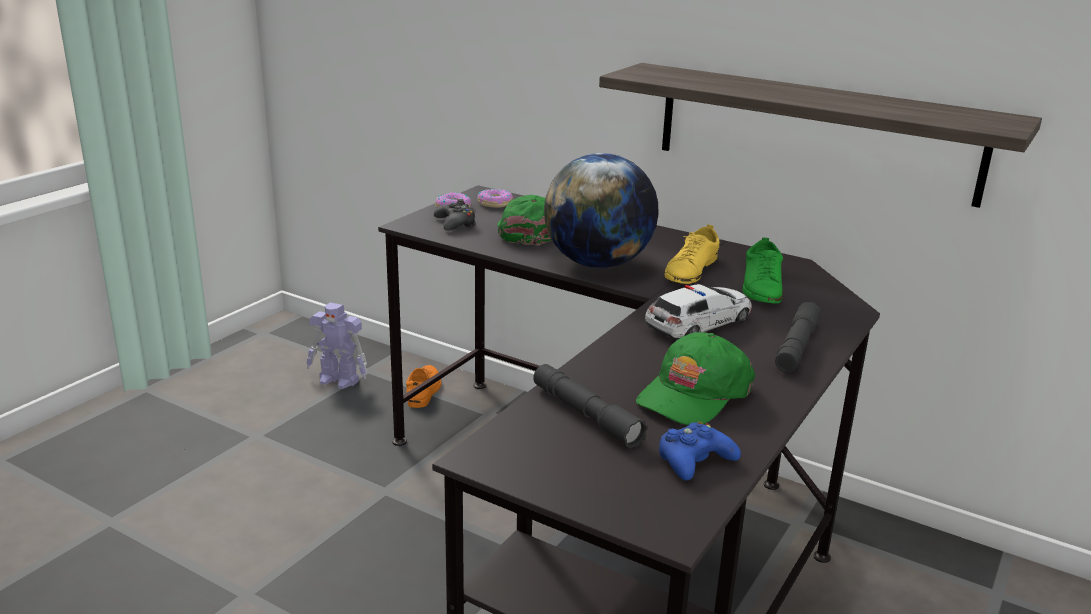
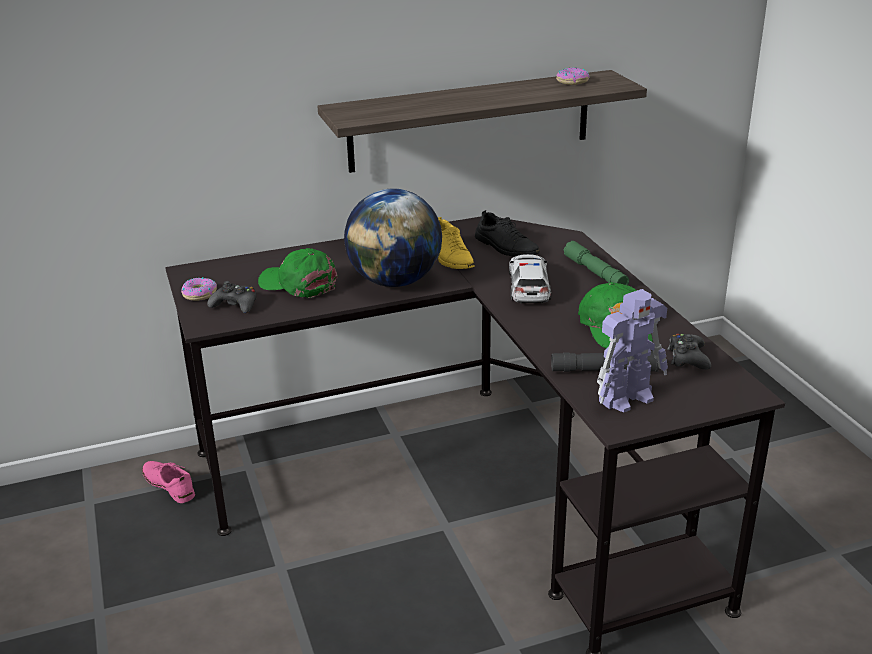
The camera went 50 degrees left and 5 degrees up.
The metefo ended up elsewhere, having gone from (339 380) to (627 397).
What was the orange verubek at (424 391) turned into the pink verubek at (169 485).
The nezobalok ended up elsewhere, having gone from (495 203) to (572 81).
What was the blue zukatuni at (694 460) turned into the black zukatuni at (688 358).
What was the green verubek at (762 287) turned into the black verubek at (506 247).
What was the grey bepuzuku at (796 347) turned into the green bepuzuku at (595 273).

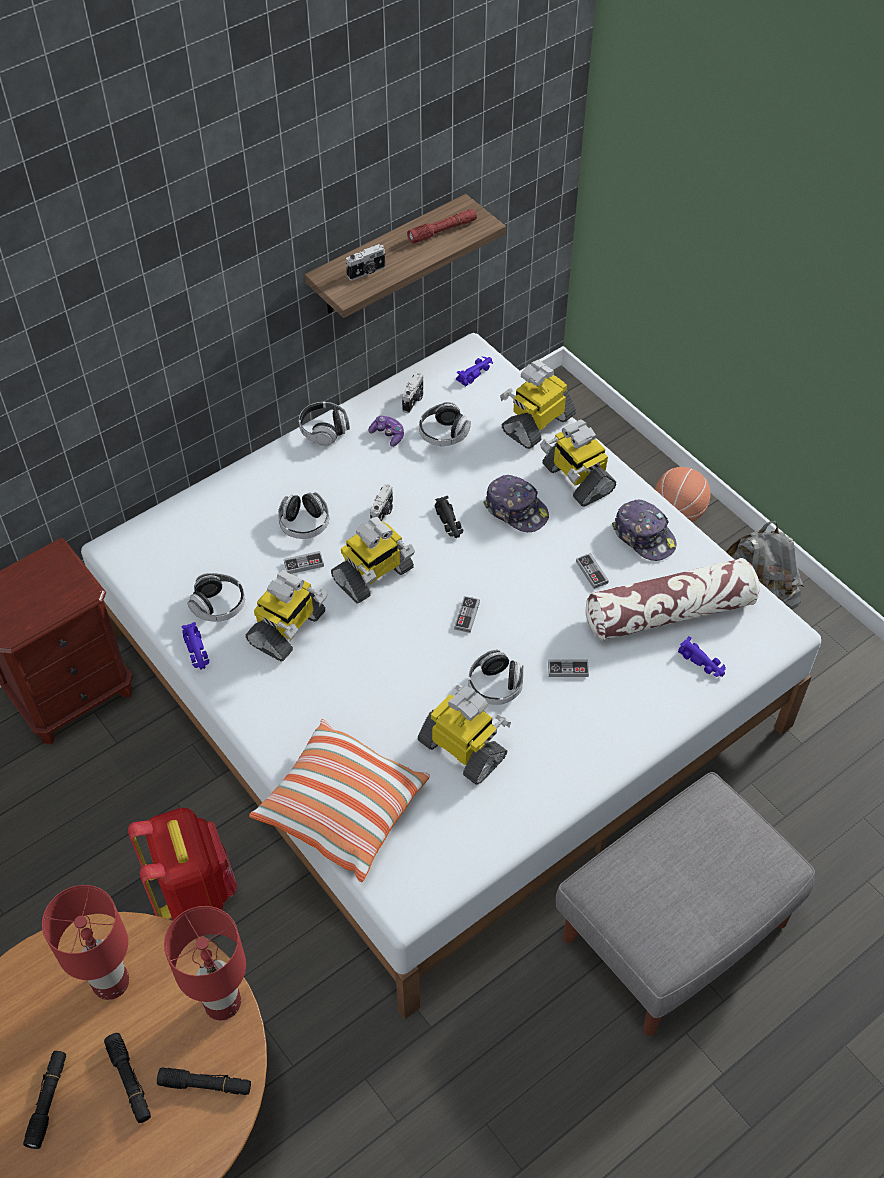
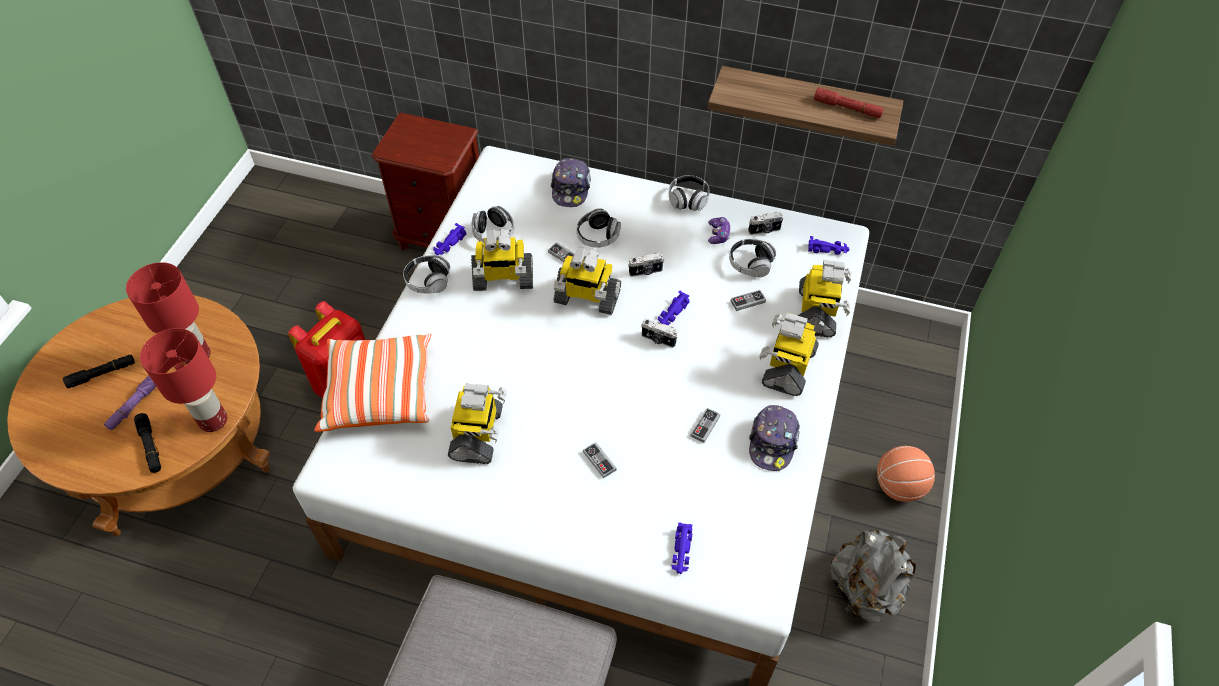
The camera went 55 degrees right and 0 degrees up.
What was the black bepuzuku at (129 1080) turned into the purple bepuzuku at (134 405).
The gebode ended up elsewhere, having gone from (367 272) to (658 340).
What was the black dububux at (449 522) turned into the purple dububux at (672 313).
The zukatuni ended up elsewhere, having gone from (467 615) to (747 301).
The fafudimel ended up elsewhere, having gone from (495 686) to (428 281).
The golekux ended up elsewhere, having gone from (516 510) to (571 188).
The metefo at (537 423) ended up facing another way, 90 degrees clockwise from before.
The second view lost the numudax at (670 612).

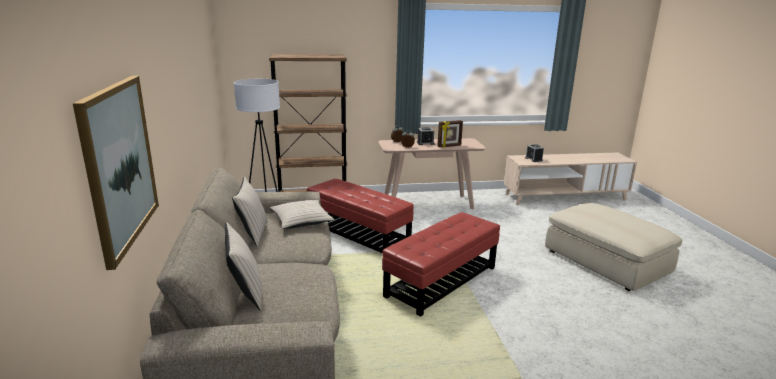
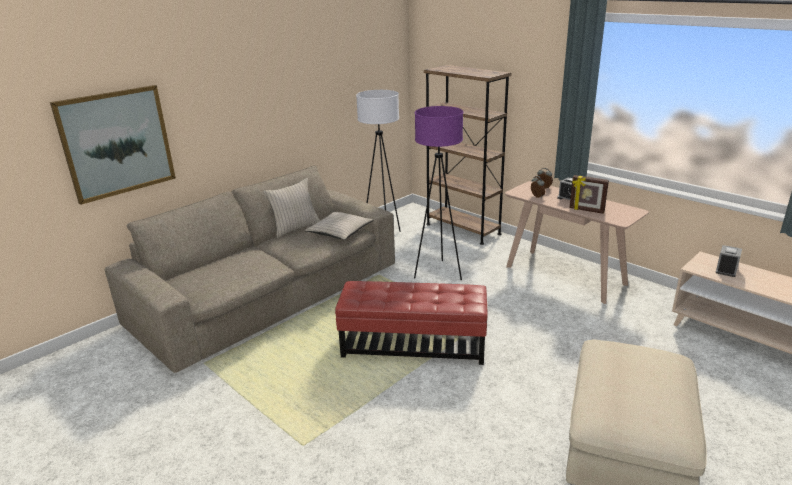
The camera went 55 degrees right and 5 degrees up.
The second view lost the beige numudax at (245 293).
Where the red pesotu stood at (358 234), the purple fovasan came to stand at (438 272).

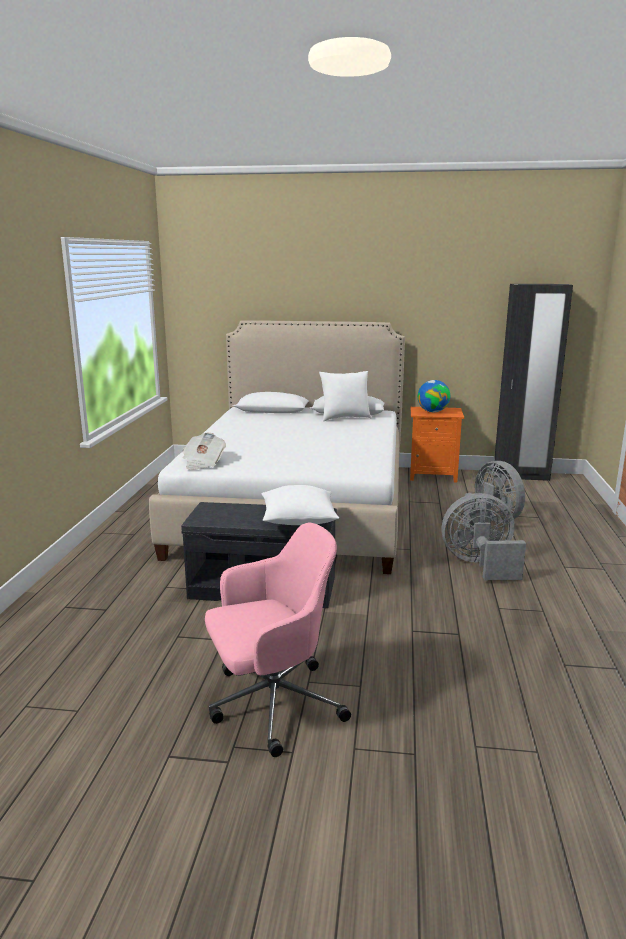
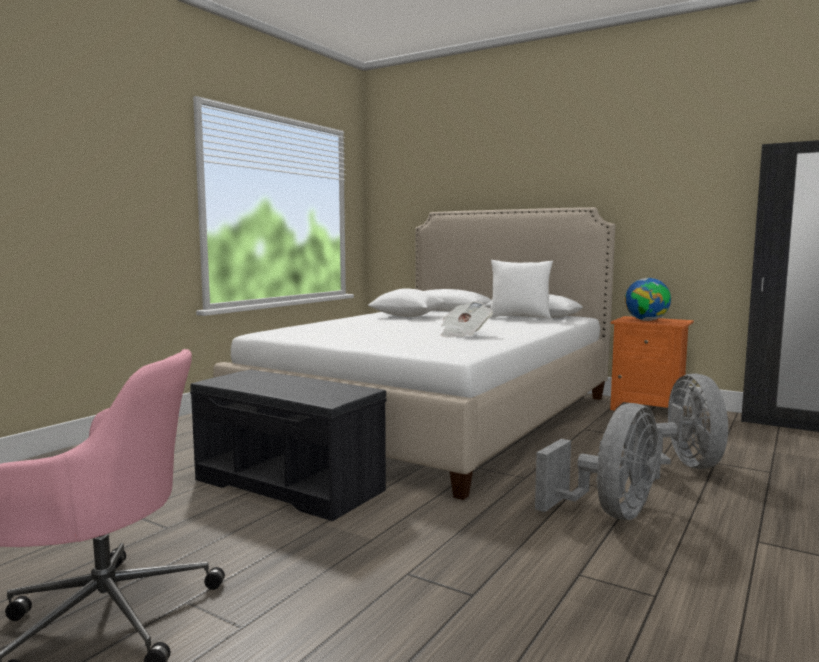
The camera went 25 degrees right and 10 degrees down.
The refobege ended up elsewhere, having gone from (203 463) to (463 334).
The white numudax ended up elsewhere, having gone from (298 520) to (407 316).
The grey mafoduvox at (480 565) ended up facing another way, 105 degrees clockwise from before.

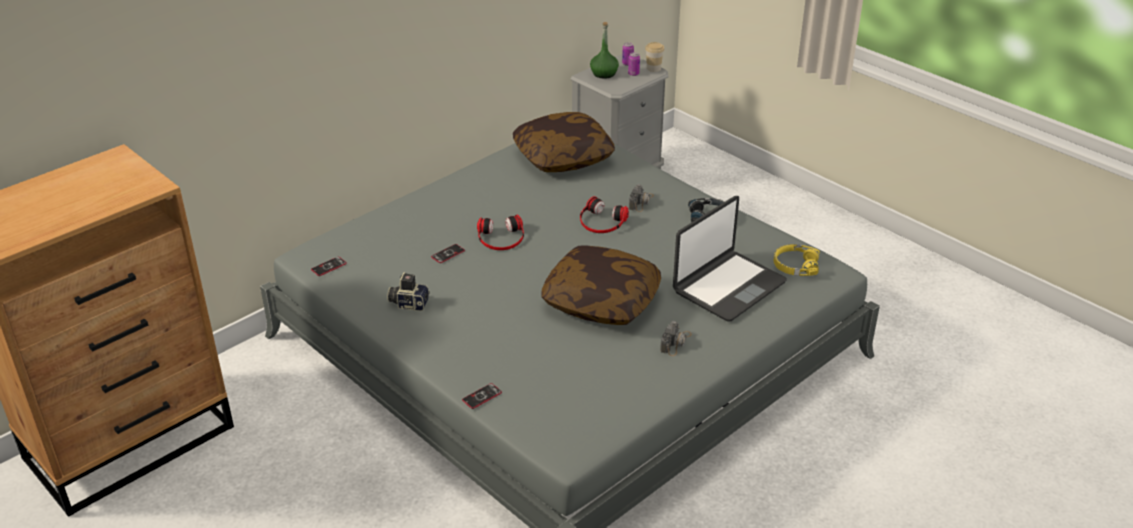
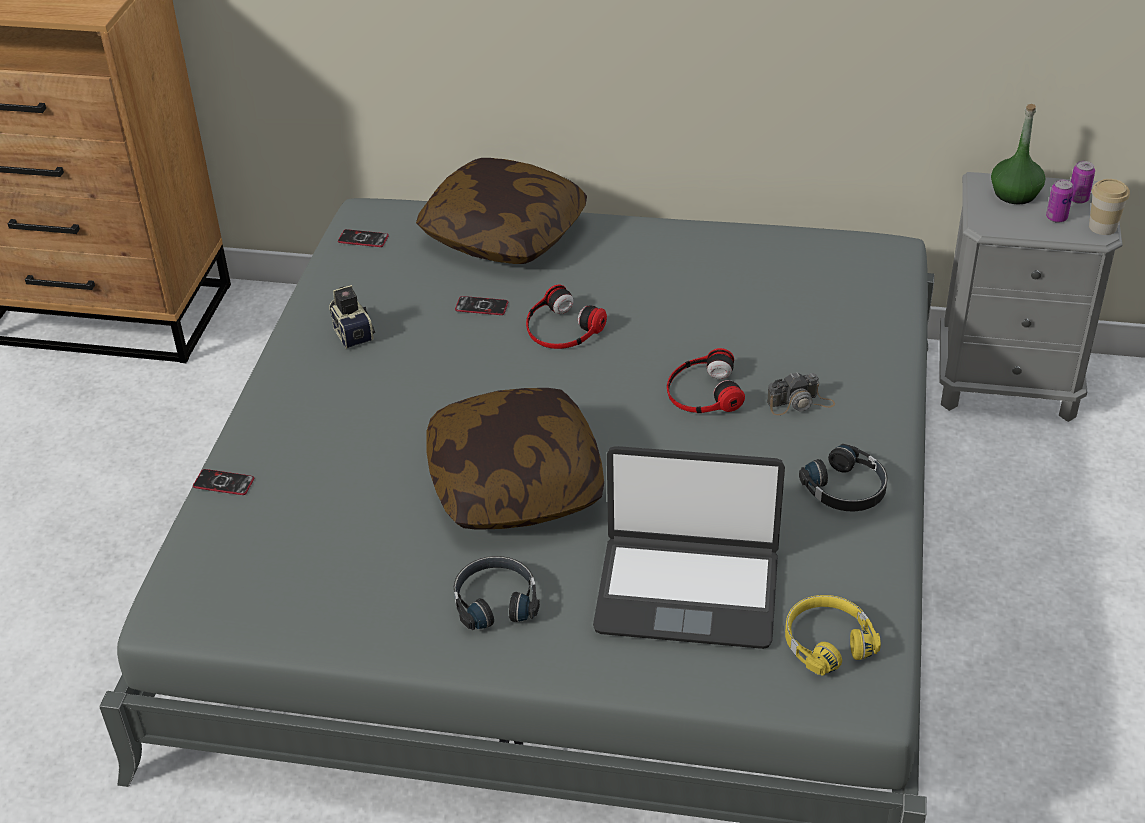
The camera went 55 degrees right and 5 degrees up.
The numudax ended up elsewhere, having gone from (563 157) to (504 234).
Where the gebode stood at (675 342), the black fafudimel came to stand at (495 600).

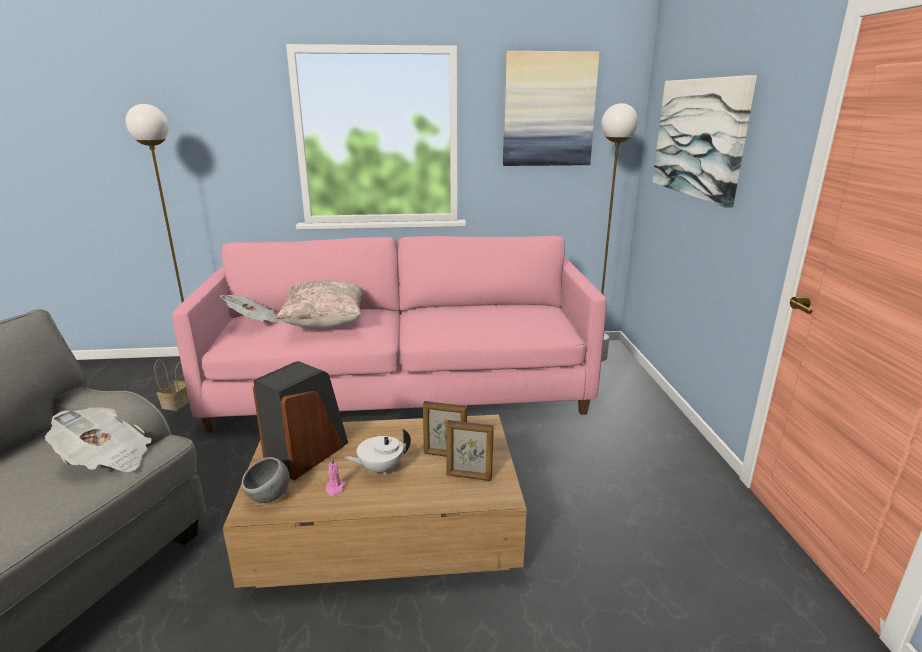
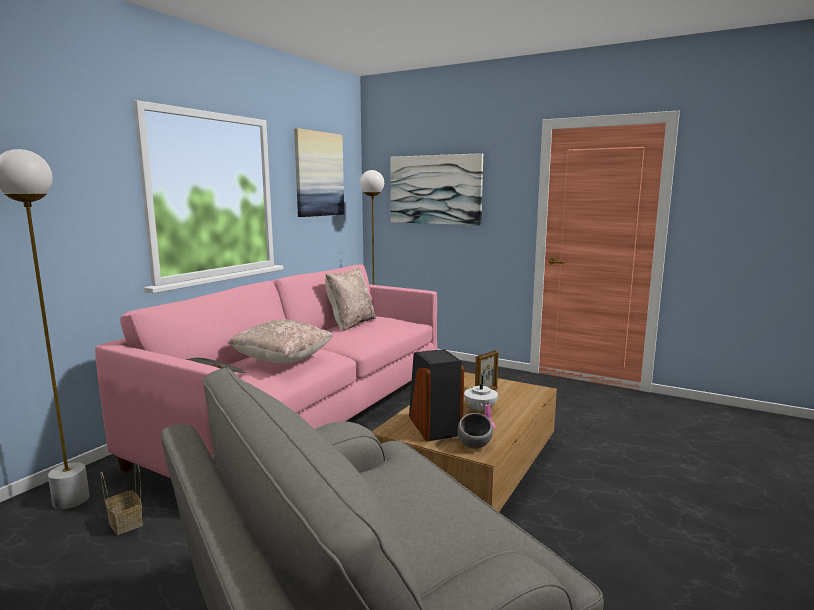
The camera went 55 degrees left and 10 degrees down.
The second view lost the refobege at (107 458).
The second view lost the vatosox at (469 477).
The second view gained the beige numudax at (350 324).

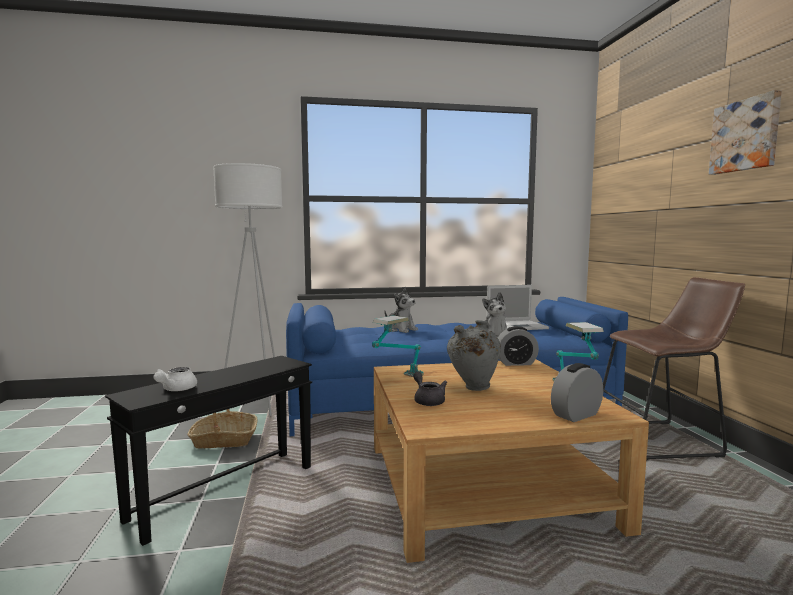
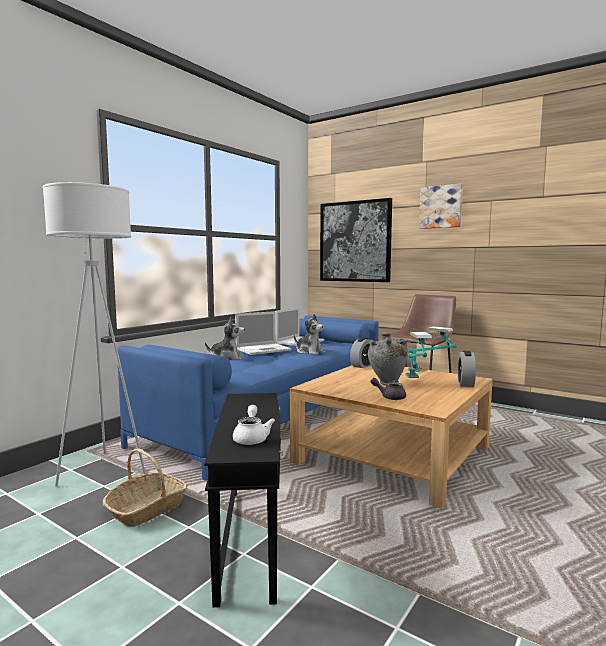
The camera went 45 degrees left and 0 degrees up.
The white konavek at (175 390) ended up facing another way, 150 degrees counterclockwise from before.
The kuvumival ended up elsewhere, having gone from (398 379) to (416 381).
The second view gained the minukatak at (264 349).
The second view gained the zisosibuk at (355 241).

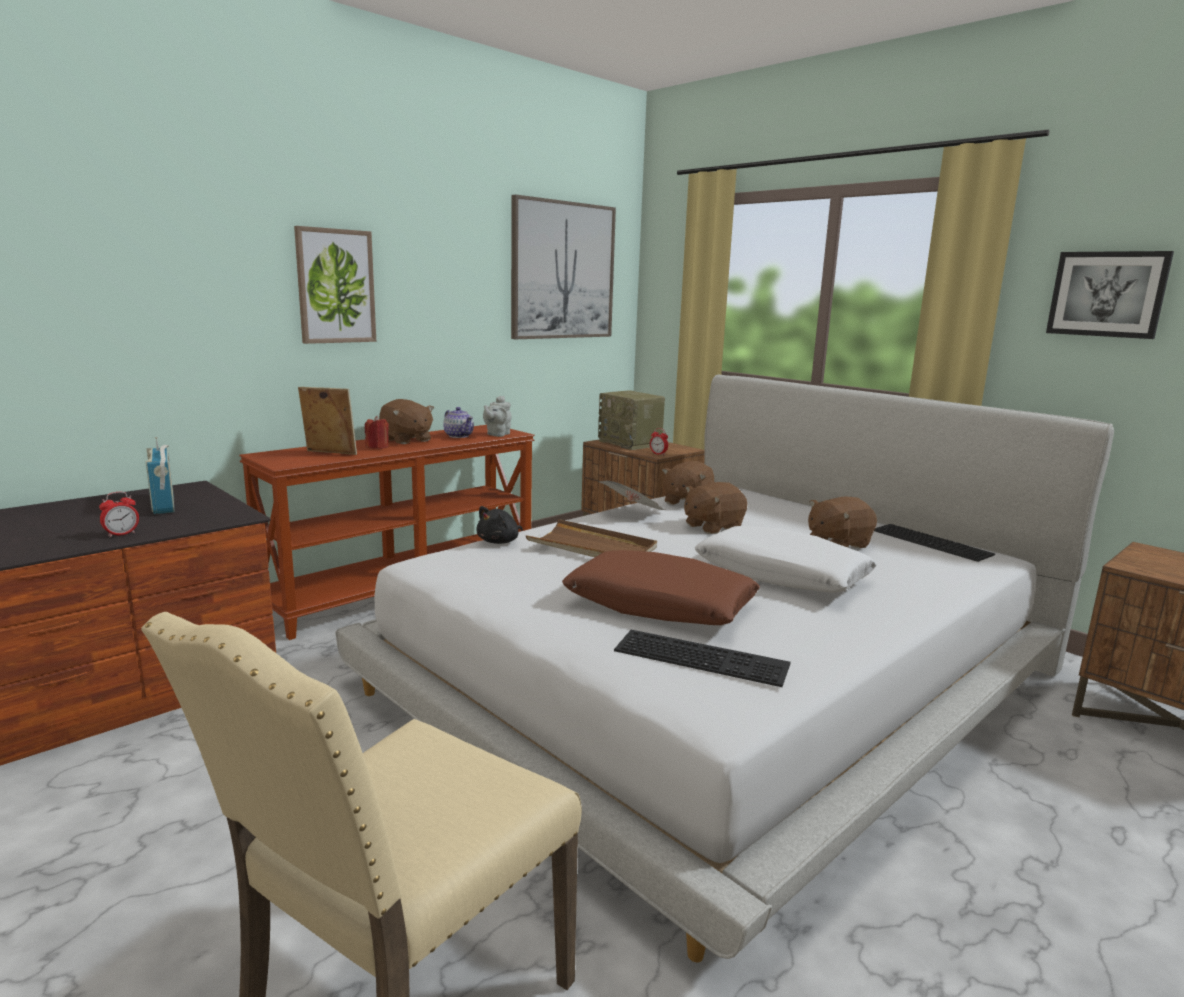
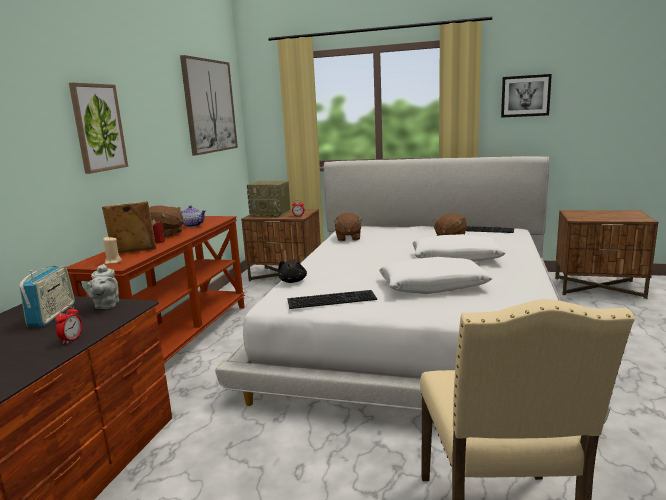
The camera went 30 degrees left and 0 degrees up.
The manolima at (164 504) ended up facing another way, 120 degrees counterclockwise from before.
The grey konavek ended up elsewhere, having gone from (497 434) to (106 305).
The second view lost the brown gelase at (592 547).
What was the brown numudax at (660 606) turned into the white numudax at (433 286).
The second view lost the refobege at (633 513).
The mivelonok ended up elsewhere, having gone from (703 656) to (332 299).
The second view lost the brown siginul at (712 527).
The second view gained the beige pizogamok at (113 262).

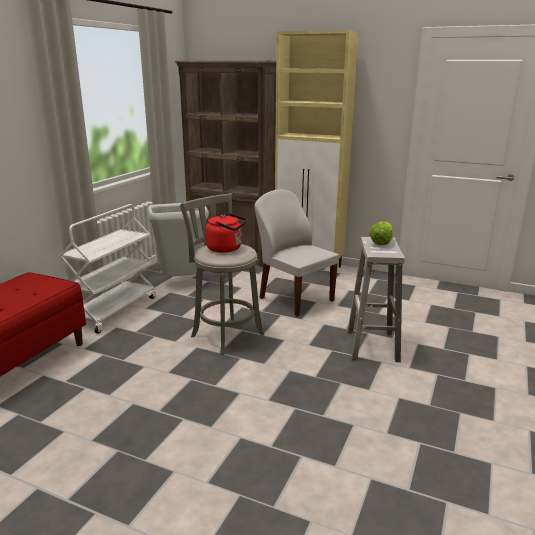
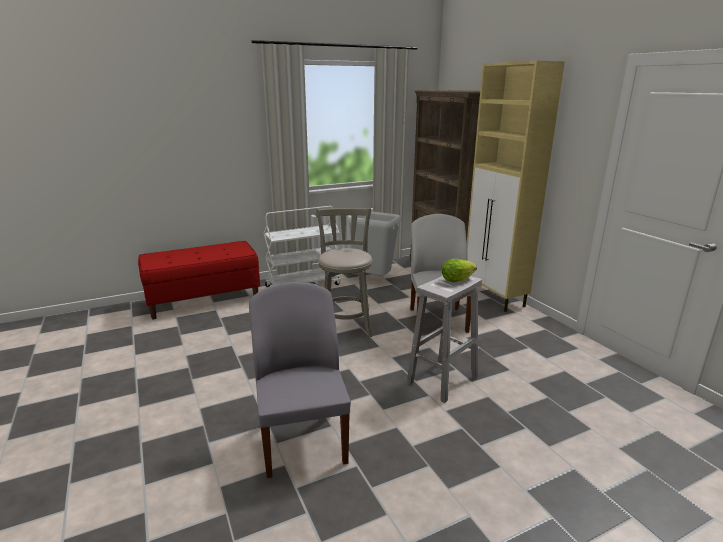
The camera went 40 degrees right and 0 degrees up.
The second view lost the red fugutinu at (226 249).
The second view gained the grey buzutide at (303 440).

